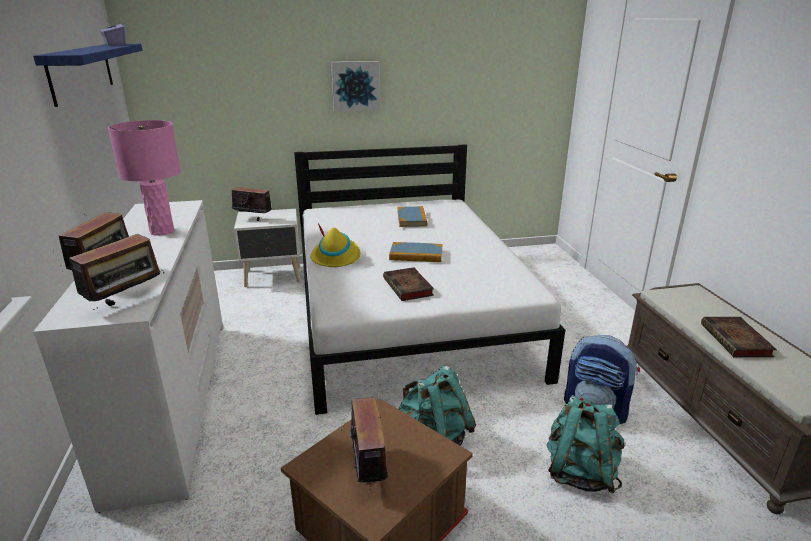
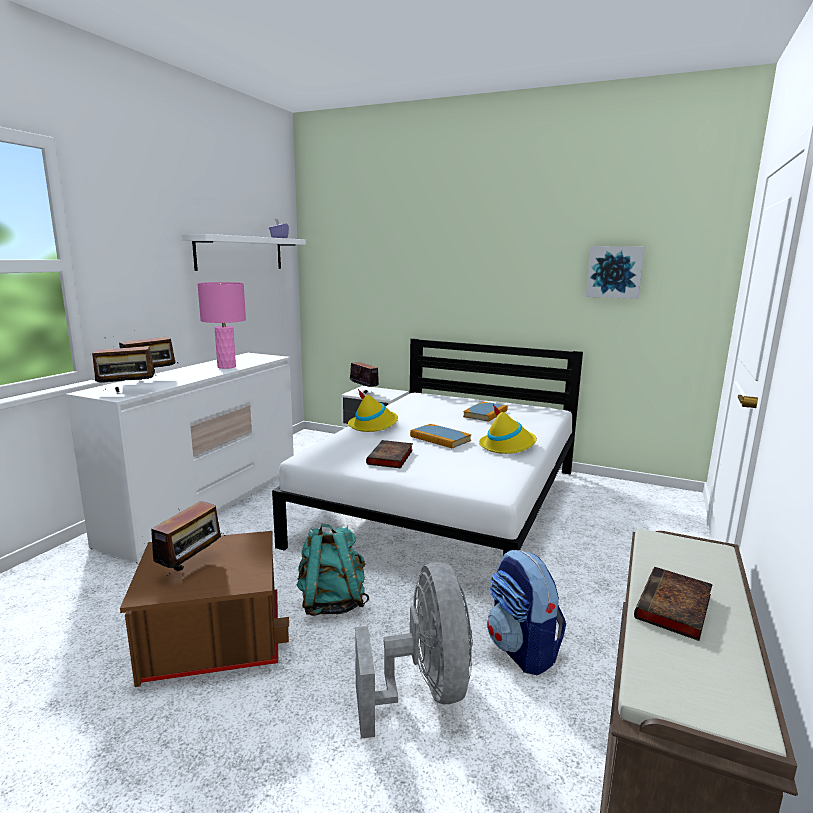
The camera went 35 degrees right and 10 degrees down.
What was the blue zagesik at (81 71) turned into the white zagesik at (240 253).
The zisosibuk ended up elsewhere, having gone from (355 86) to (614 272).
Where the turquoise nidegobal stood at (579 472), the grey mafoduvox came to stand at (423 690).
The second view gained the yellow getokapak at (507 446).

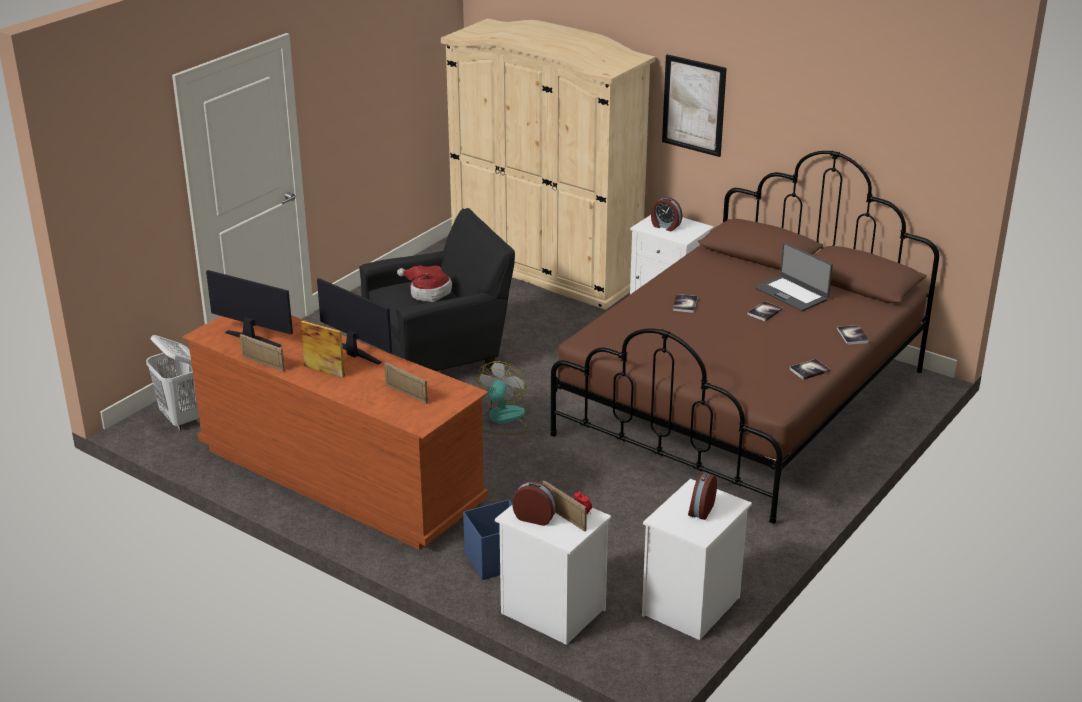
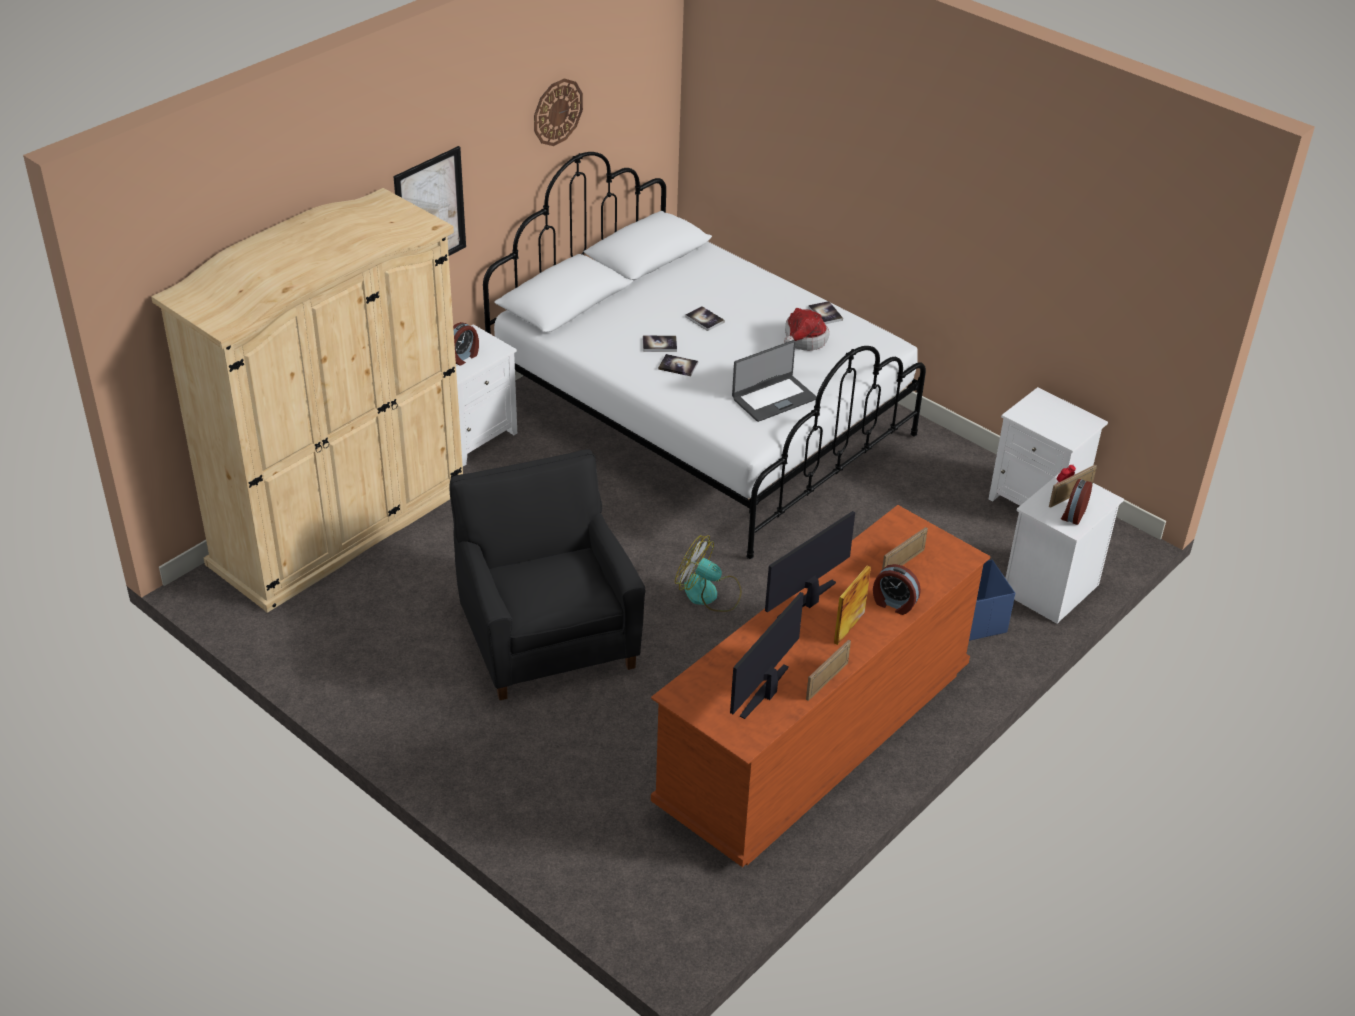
The camera went 85 degrees left and 10 degrees up.
The second view lost the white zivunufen at (182 419).
The getokapak ended up elsewhere, having gone from (427 292) to (803 340).
What was the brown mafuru at (743 403) turned into the white mafuru at (701 418).
The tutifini ended up elsewhere, having gone from (700 510) to (893 604).
The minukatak ended up elsewhere, having gone from (792 294) to (773 398).
The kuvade ended up elsewhere, having gone from (852 336) to (659 344).
The second view gained the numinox at (557 112).

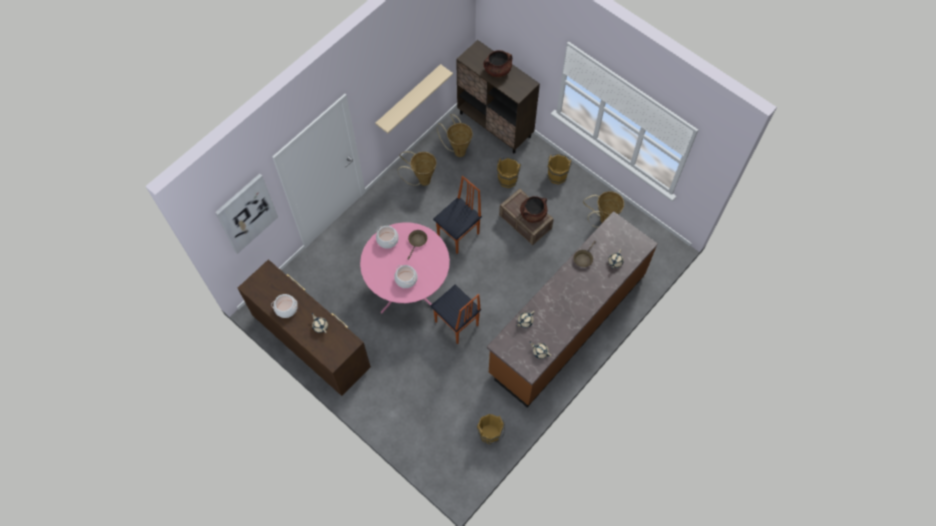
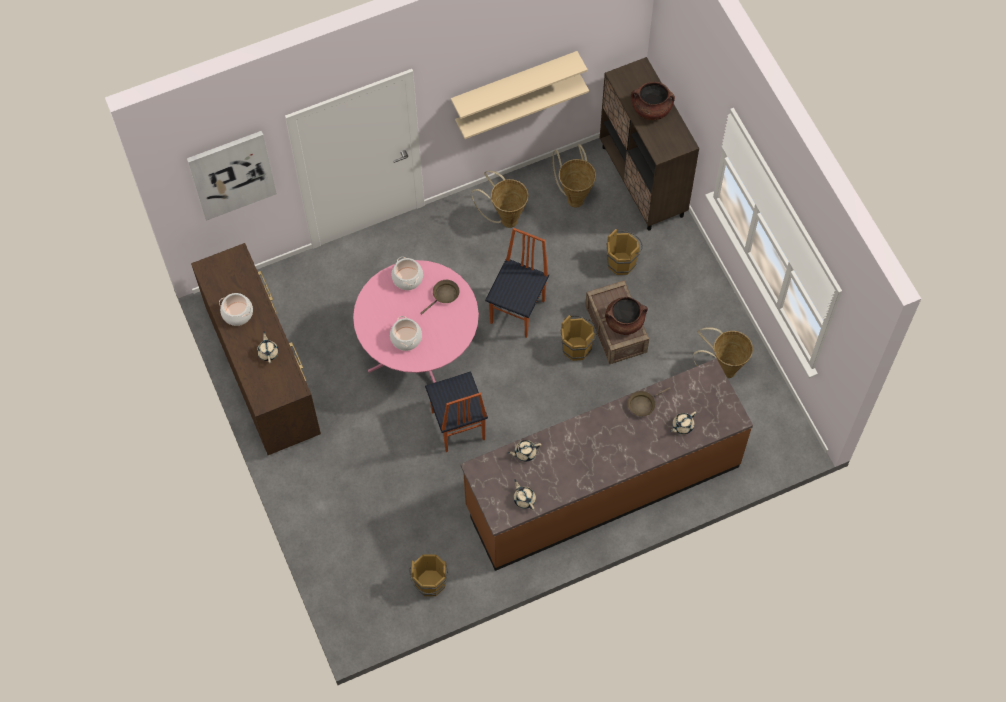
The camera went 25 degrees right and 0 degrees up.
The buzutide at (459 235) ended up facing another way, 45 degrees counterclockwise from before.
The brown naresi ended up elsewhere, having gone from (557 175) to (578 346).
The second view gained the beige zagesik at (514 82).

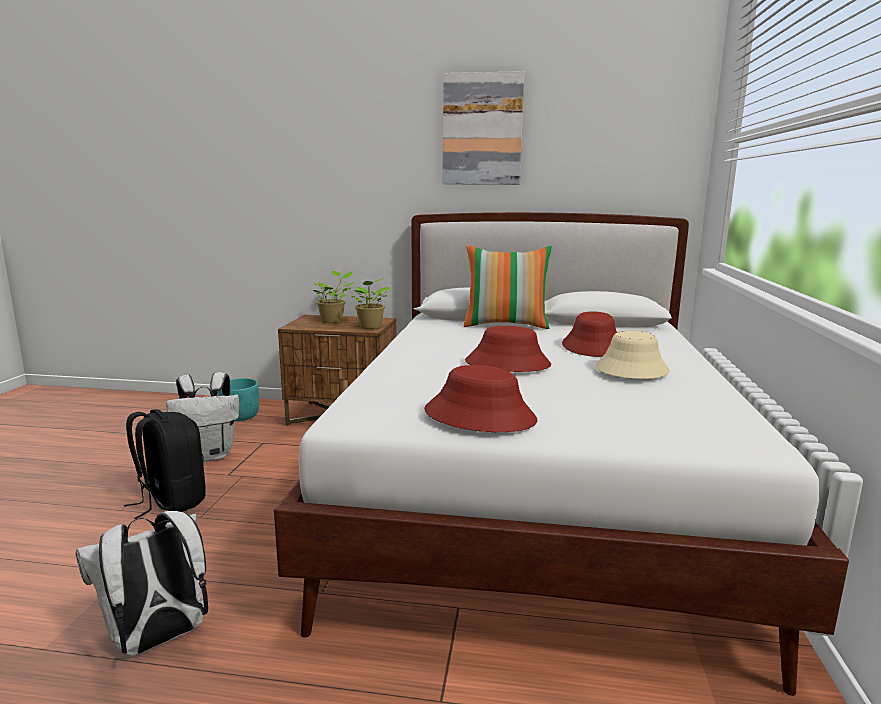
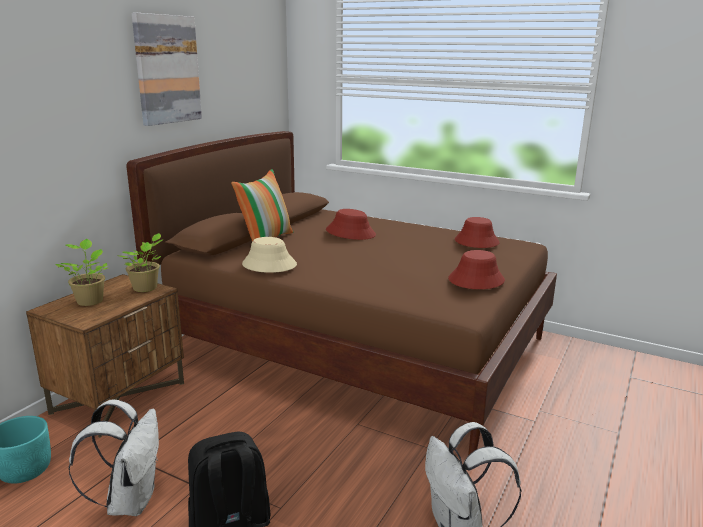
The camera went 70 degrees left and 5 degrees up.
What was the white mafuru at (536 498) turned into the brown mafuru at (356 346).
The red getokapak ended up elsewhere, having gone from (507 364) to (476 241).
The beige getokapak ended up elsewhere, having gone from (631 370) to (269 265).

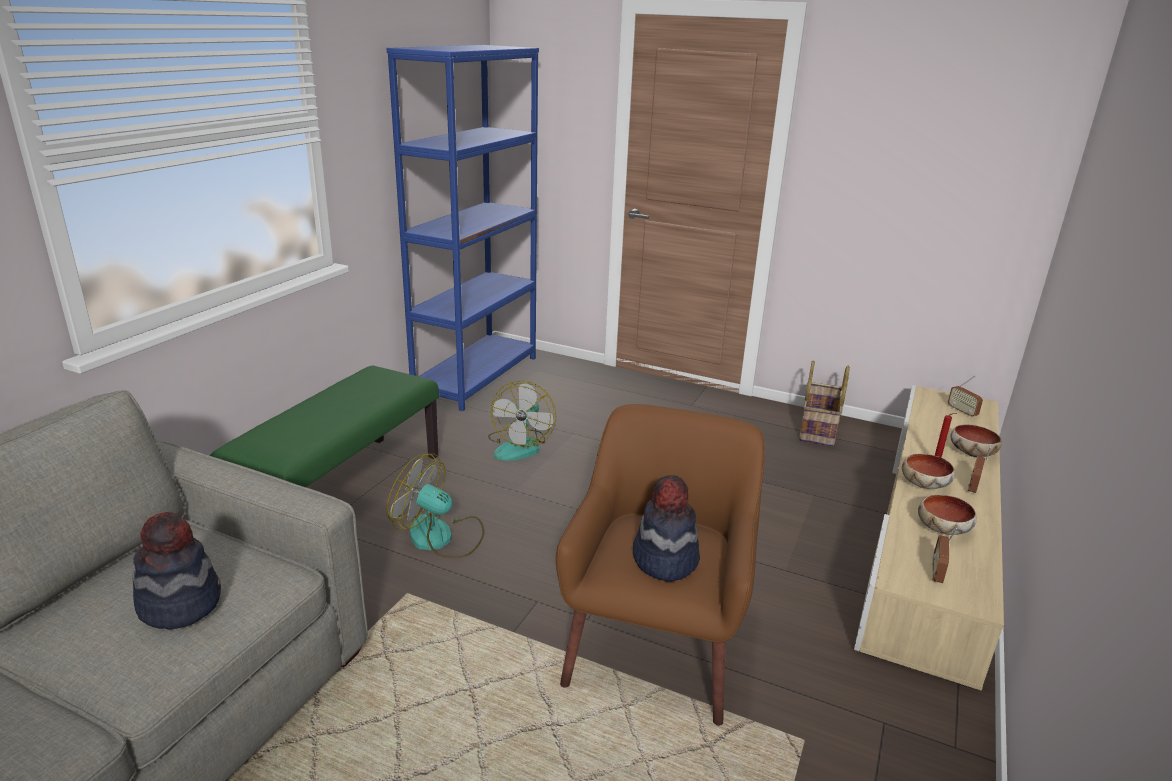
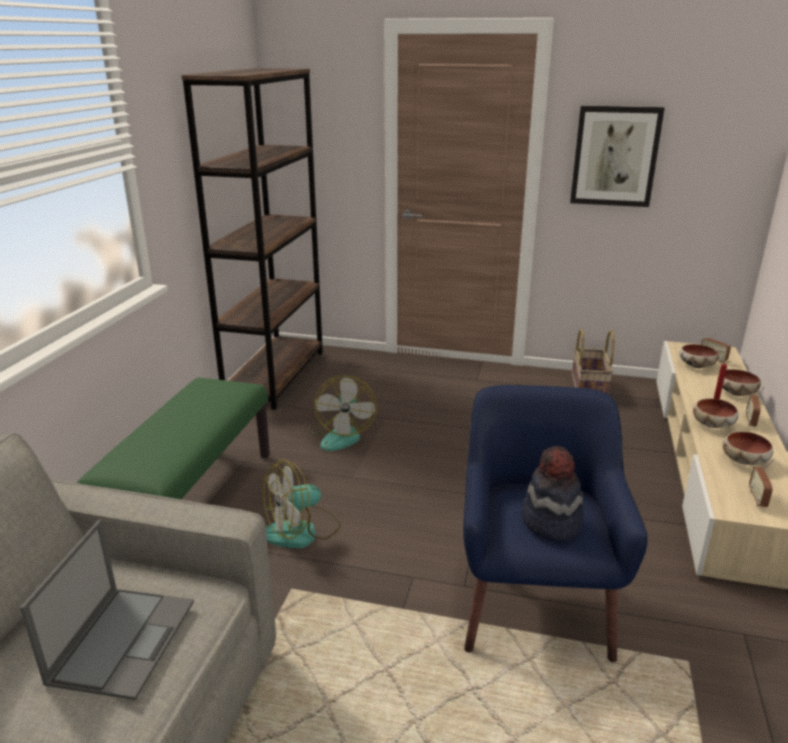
The camera went 10 degrees left and 0 degrees up.
Where the getokapak stood at (180 603), the minukatak came to stand at (124 639).
The mafoduvox at (441 537) ended up facing another way, 45 degrees counterclockwise from before.
What was the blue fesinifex at (477 376) turned into the brown fesinifex at (276 376).
What was the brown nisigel at (655 648) turned into the blue nisigel at (533 602).
The second view gained the zisosibuk at (615 156).
The second view gained the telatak at (696 366).

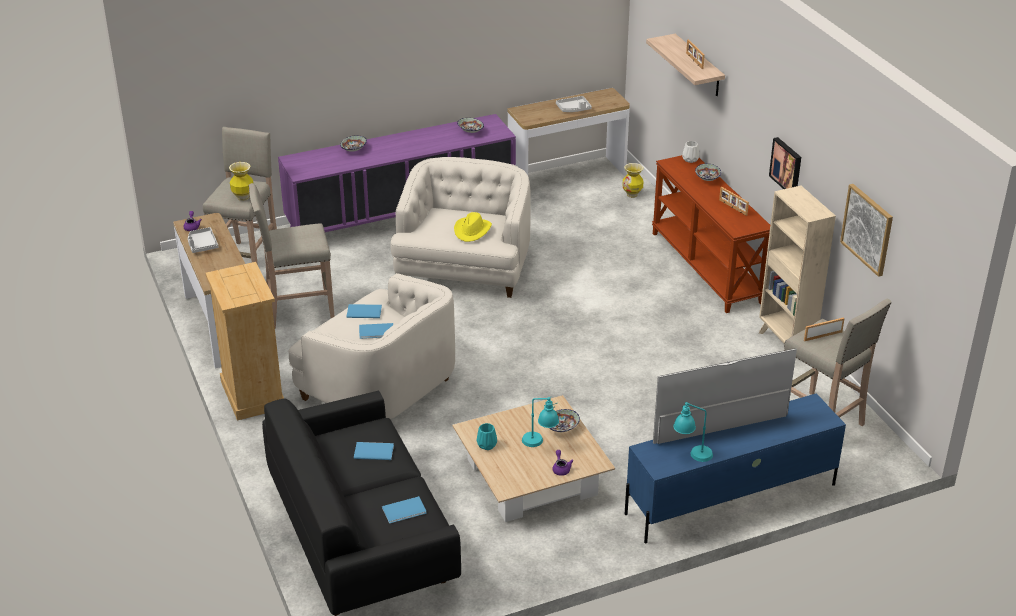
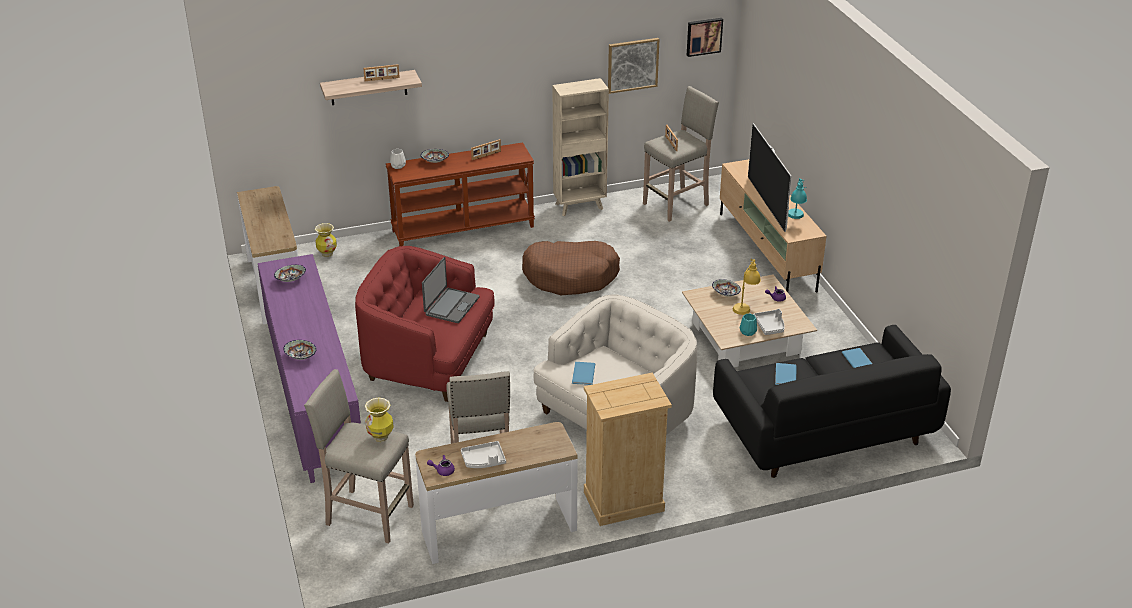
The camera went 85 degrees left and 0 degrees up.
The second view lost the blue kuvade at (377 332).
What was the white nisigel at (464 268) turned into the red nisigel at (428 360).
Where the yellow getokapak stood at (472 230), the minukatak came to stand at (451 306).
What was the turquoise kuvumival at (540 443) turned into the yellow kuvumival at (745 306).
The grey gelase ended up elsewhere, having gone from (573 109) to (770 326).
What was the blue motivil at (729 499) turned into the beige motivil at (766 252).
The zisosibuk ended up elsewhere, having gone from (787 166) to (703 36).
The second view gained the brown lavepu at (571 276).

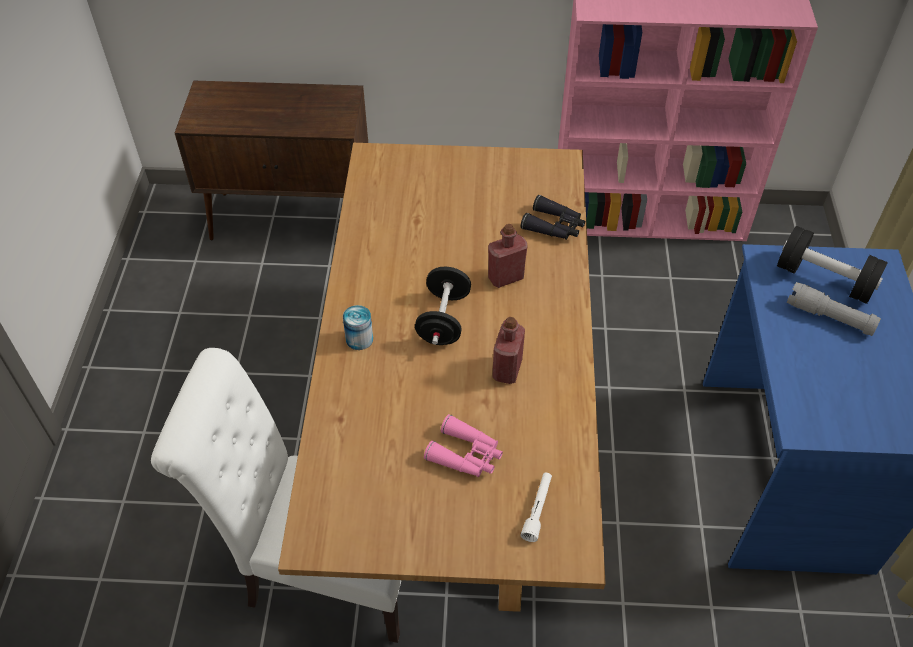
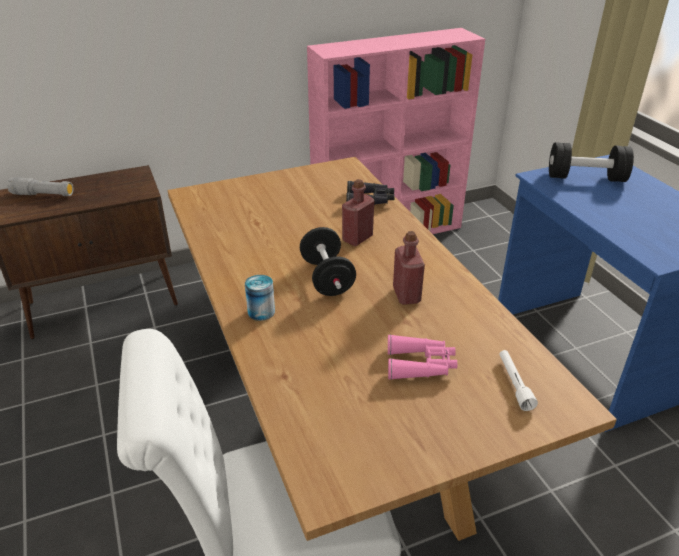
The camera went 25 degrees left and 15 degrees down.
The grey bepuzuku ended up elsewhere, having gone from (829 317) to (43 195).

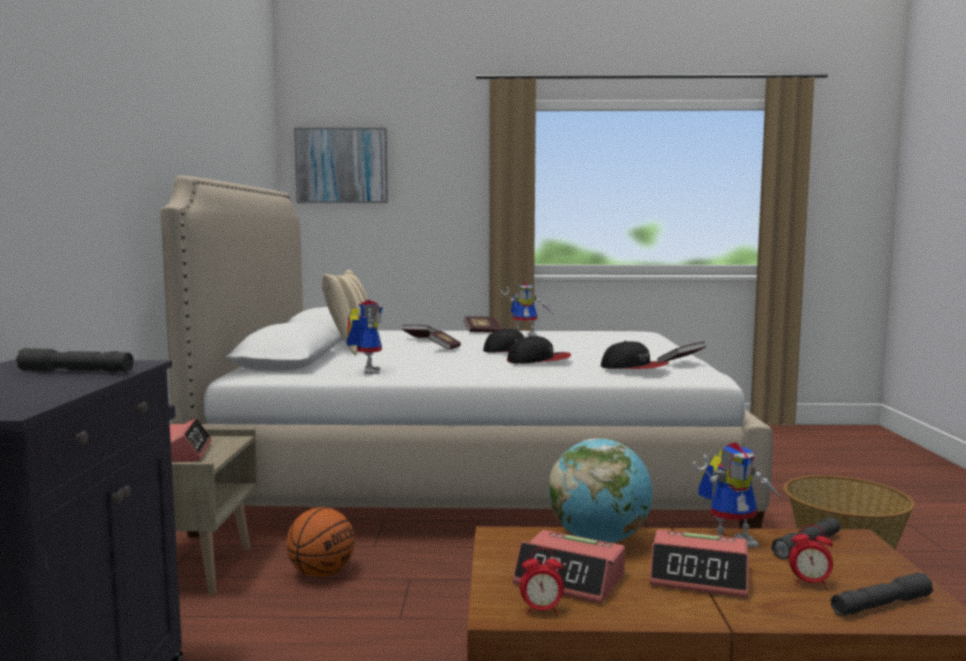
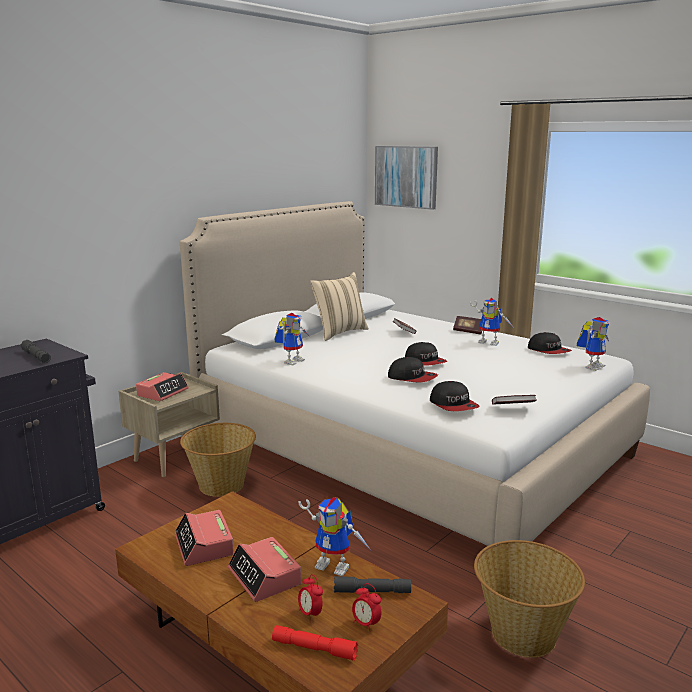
The camera went 40 degrees right and 10 degrees up.
Where the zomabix stood at (321 573), the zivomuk came to stand at (221 484).
The second view lost the kuvade at (445 349).
The tutifini ended up elsewhere, having gone from (541 611) to (366 624).
The second view lost the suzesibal at (599 540).
What was the grey bepuzuku at (881 605) turned into the red bepuzuku at (314 648).
The second view gained the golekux at (549 351).
The second view gained the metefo at (592 366).

